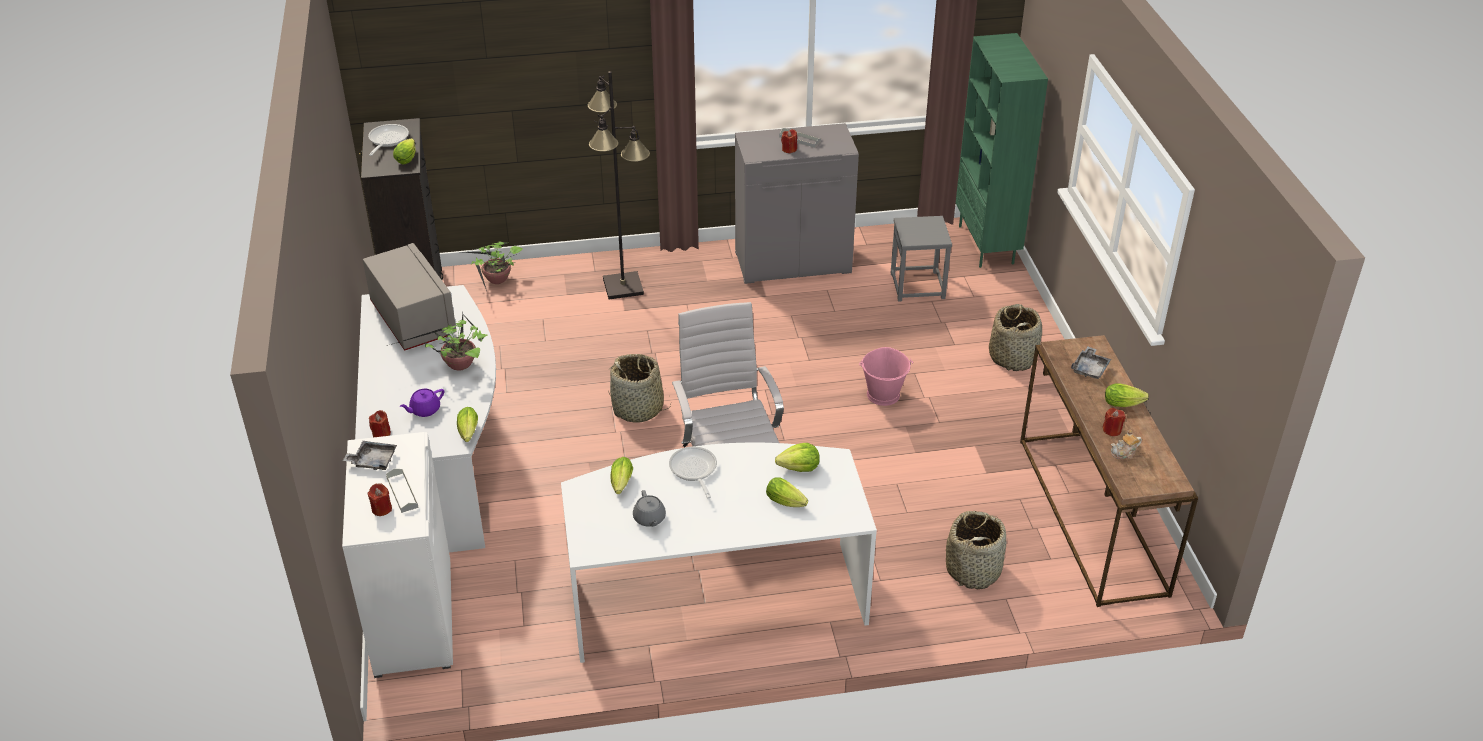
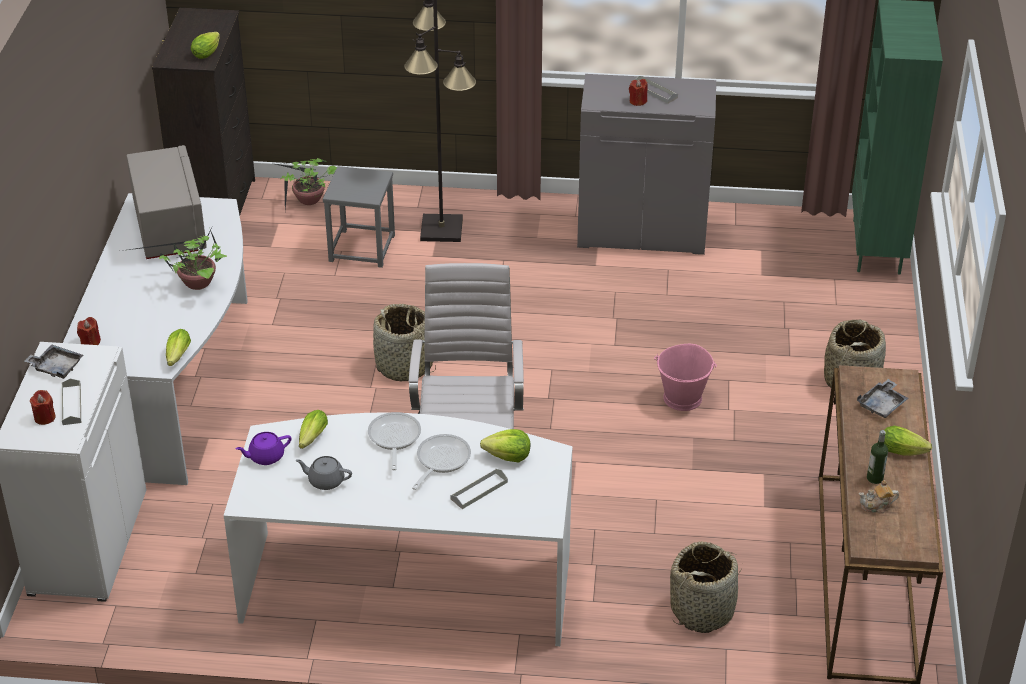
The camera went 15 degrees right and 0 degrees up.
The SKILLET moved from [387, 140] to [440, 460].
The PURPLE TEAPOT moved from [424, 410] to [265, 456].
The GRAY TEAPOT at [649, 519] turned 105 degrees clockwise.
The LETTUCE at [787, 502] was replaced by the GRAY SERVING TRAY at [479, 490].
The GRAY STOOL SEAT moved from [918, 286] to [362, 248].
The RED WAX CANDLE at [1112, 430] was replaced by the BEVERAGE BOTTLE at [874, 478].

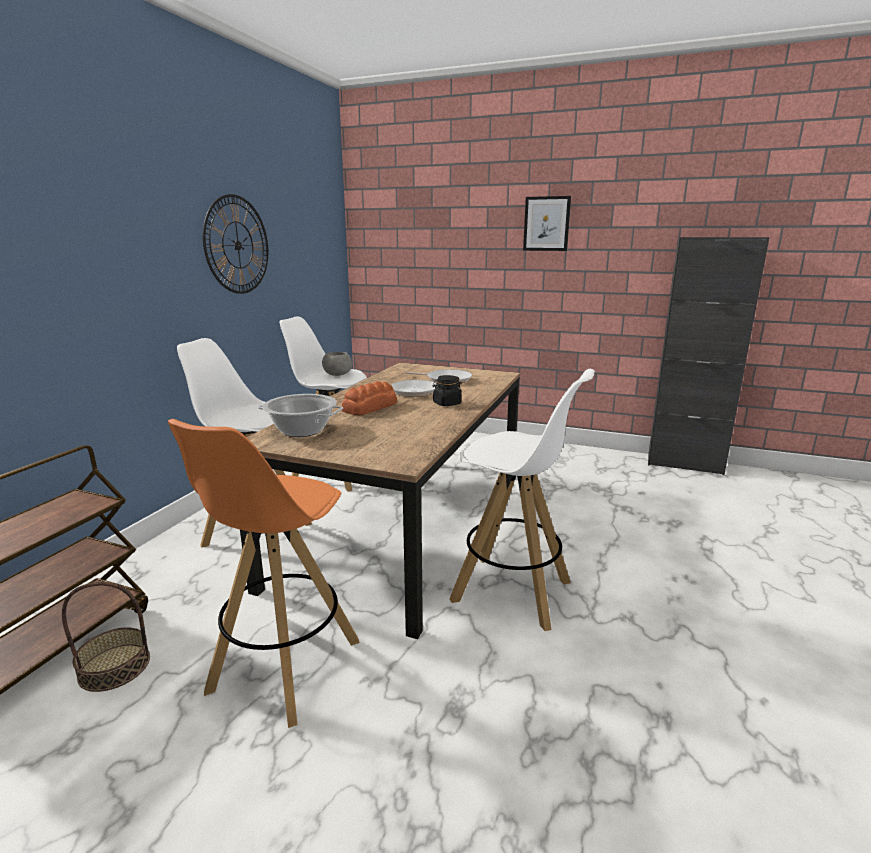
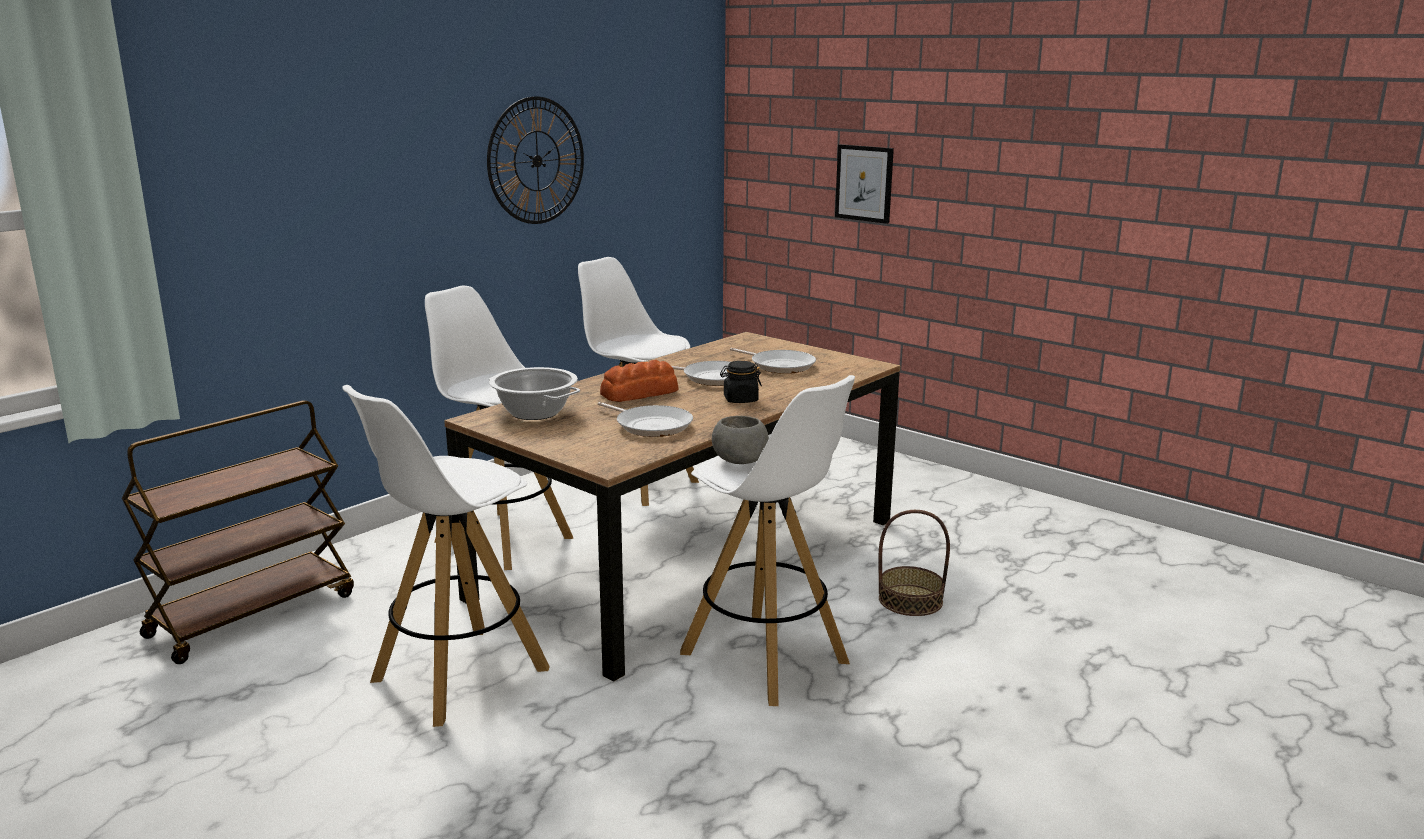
The camera went 20 degrees right and 0 degrees up.
The BASKET moved from [115, 667] to [910, 600].
The ORANGEY STOOL SEAT at [284, 666] became the WHITE-COLOURED STOOL SEAT at [458, 675].
The GRAY BOWL moved from [337, 375] to [739, 462].
The WALL ART moved from [546, 224] to [864, 183].
The BLACKISH CUPBOARD at [684, 464] disappeared.
The SKILLET at [651, 425] appeared.

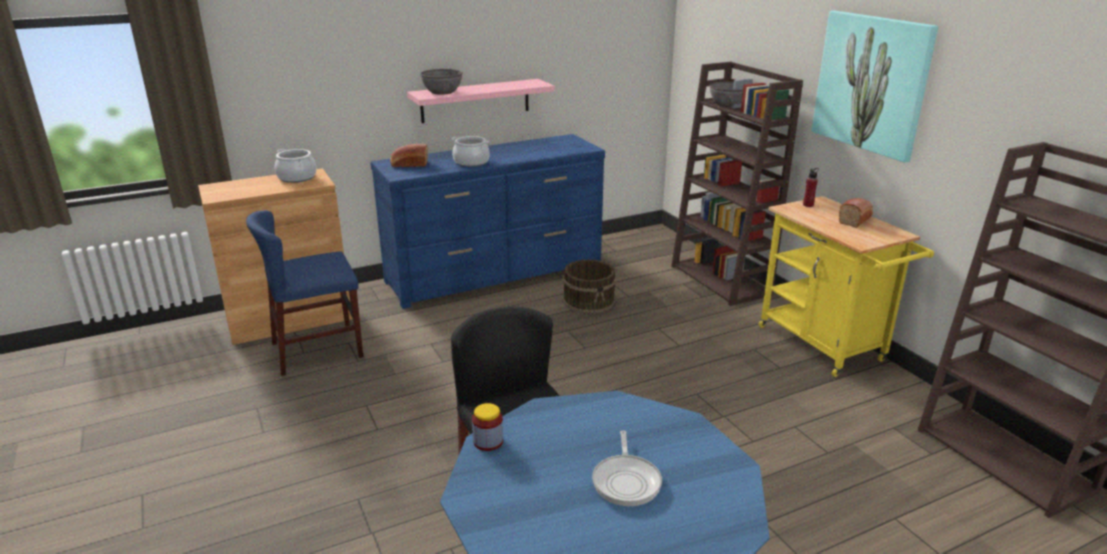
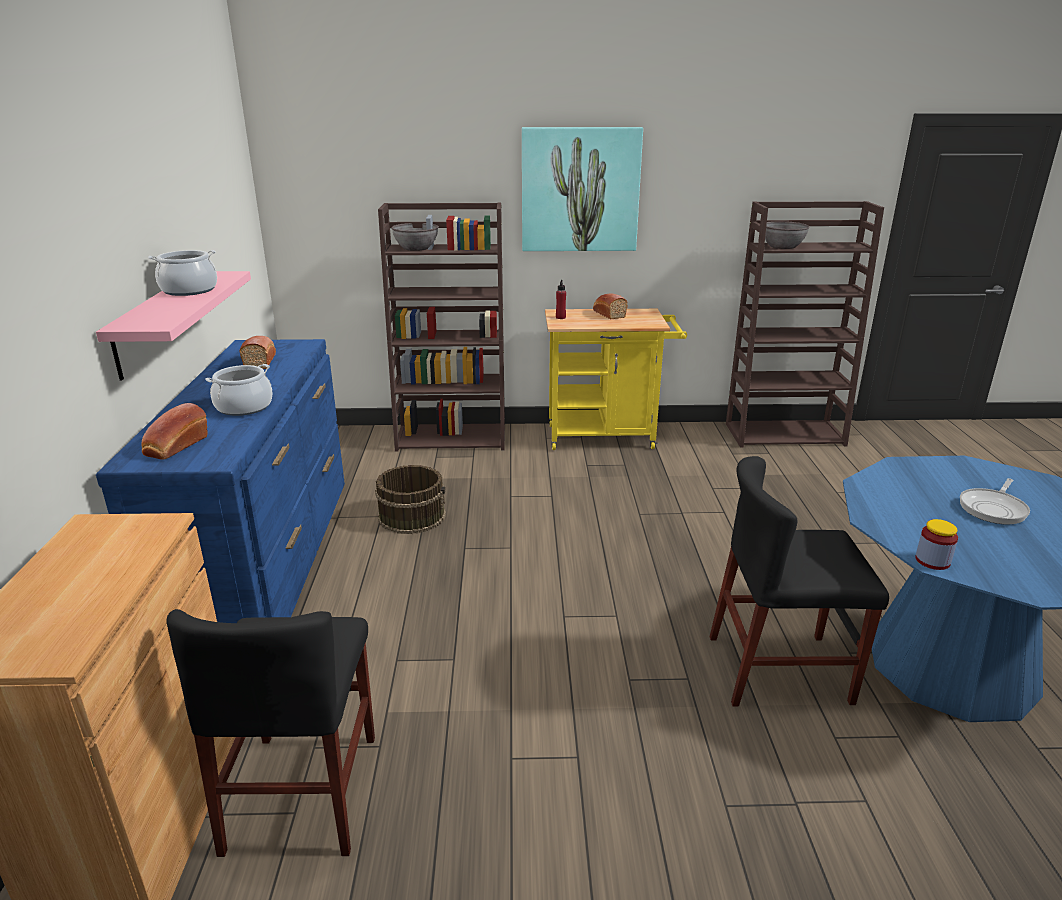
The camera went 65 degrees left and 0 degrees up.
The BLUISH PLAIN CHAIR at [317, 350] became the BLACKISH PLAIN CHAIR at [303, 792].
The SAUCEPOT moved from [297, 178] to [189, 290].
The GRAY BOWL moved from [442, 92] to [782, 246].
The SKILLET at [626, 481] turned 105 degrees clockwise.
The BAKED BREAD at [261, 361] appeared.

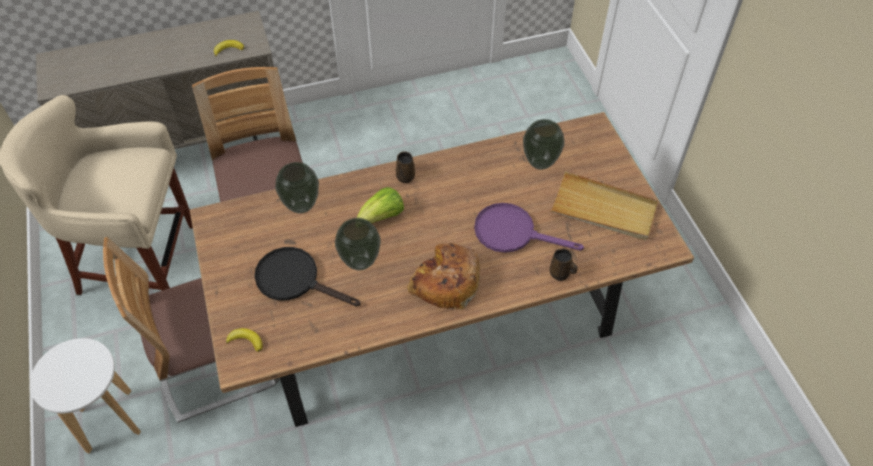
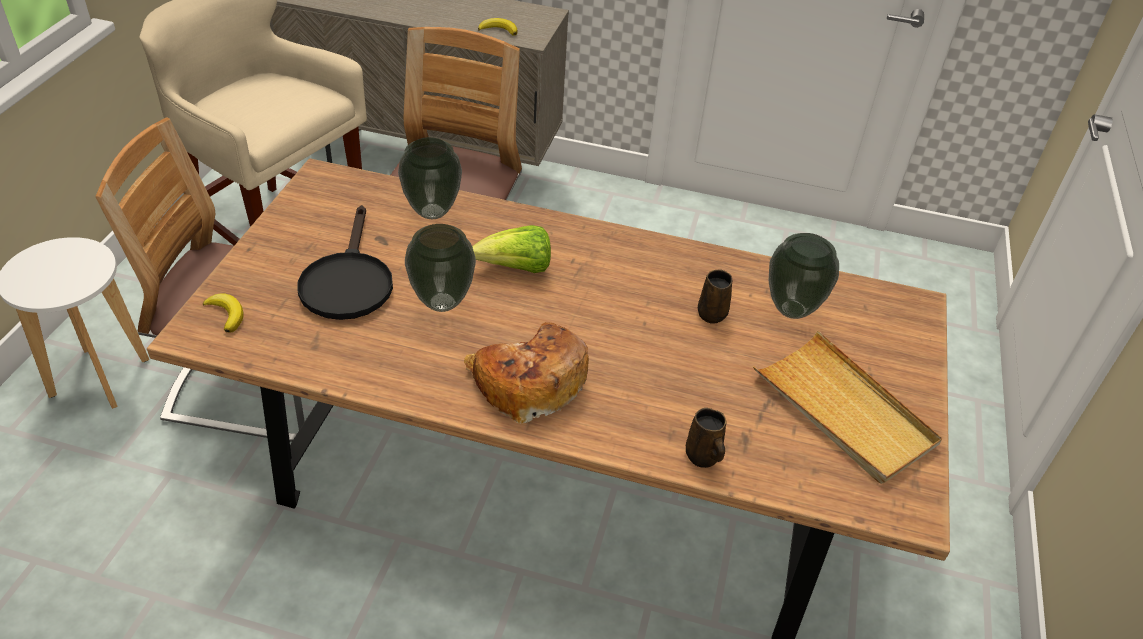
The camera went 30 degrees right and 10 degrees down.
The BLACKISH SKILLET at [295, 279] turned 150 degrees counterclockwise.
The BROWNISH MUG moved from [405, 176] to [712, 313].
The PURPLE SKILLET at [513, 232] disappeared.

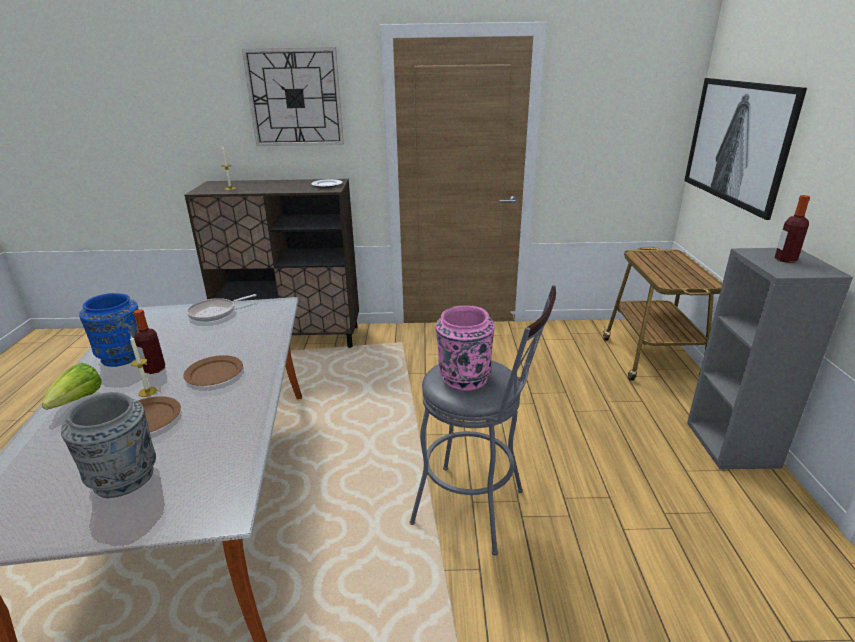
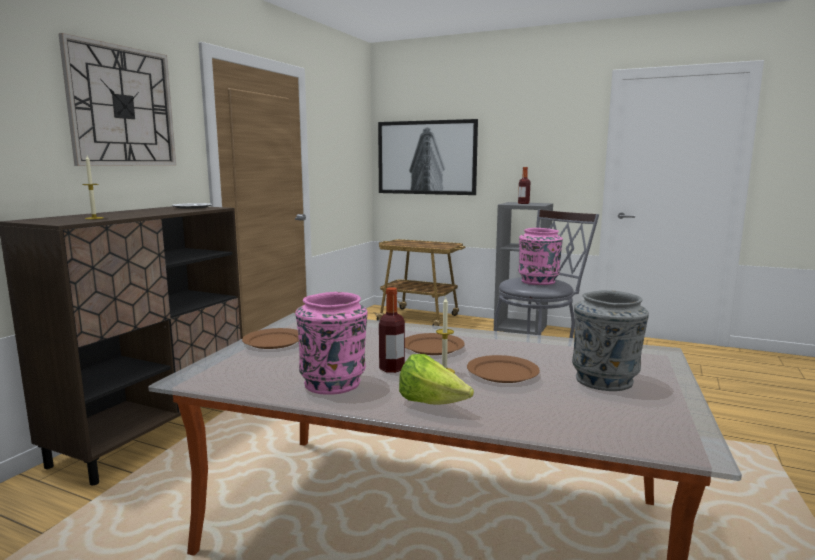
The camera went 65 degrees left and 15 degrees down.
The BLUISH DECORATIVE VASE at [123, 357] became the PINK-COLOURED DECORATIVE VASE at [333, 383].
The SKILLET at [215, 313] was replaced by the BROWNISH FLAT DISH at [274, 341].

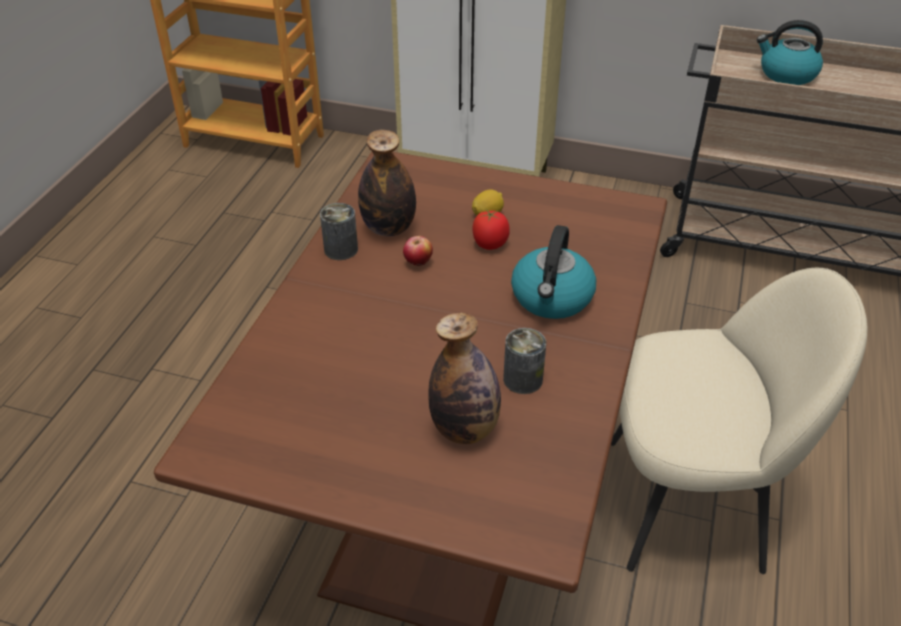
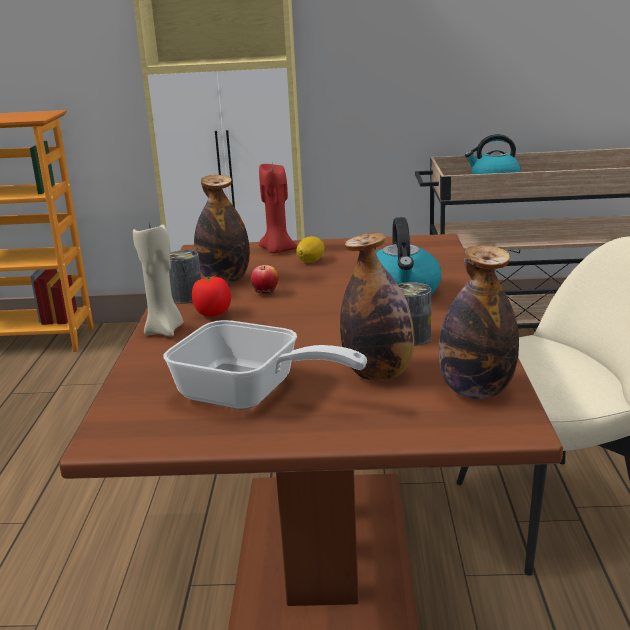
The camera went 15 degrees left and 20 degrees down.
The WHOLE TOMATO moved from [490, 244] to [213, 314].
The BEIGE WAX CANDLE at [165, 330] appeared.
The SKILLET at [250, 395] appeared.
The RED WAX CANDLE at [277, 250] appeared.
The BEVERAGE BOTTLE at [476, 391] appeared.

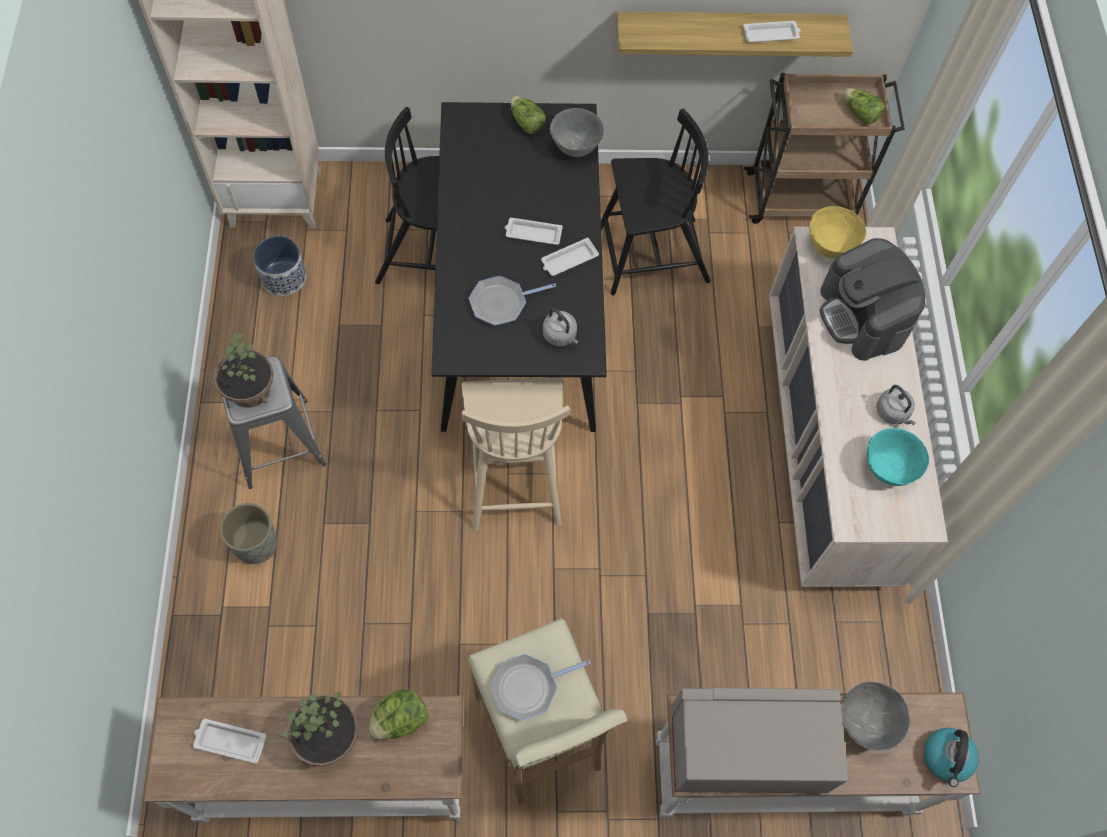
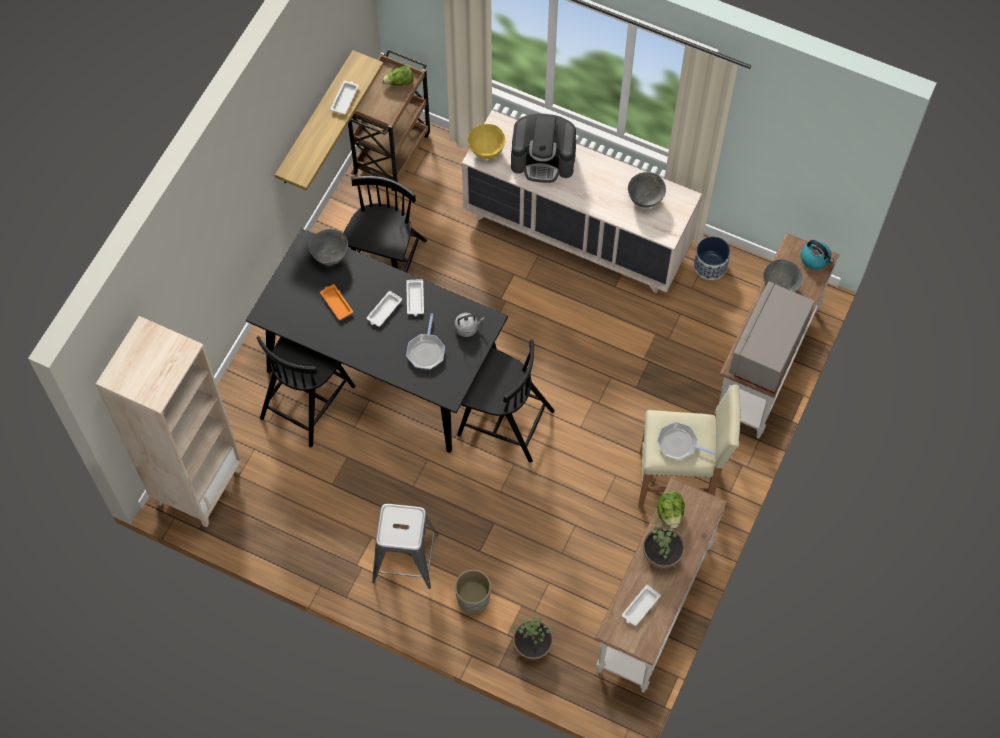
The camera went 60 degrees left and 0 degrees up.
The HOUSEPLANT moved from [249, 390] to [532, 646].
The FLOWER POT moved from [283, 277] to [710, 265].
The BEIGE PLAIN CHAIR at [514, 473] became the BLACKISH PLAIN CHAIR at [504, 421].
The SKILLET at [528, 687] turned 105 degrees clockwise.
The LETTUCE at [526, 122] disappeared.
The TURQUOISE BOWL at [887, 468] became the GRAY BOWL at [645, 199].
The GRAY KETTLE at [893, 413] disappeared.
The ORANGEY SERVING TRAY at [336, 303] appeared.

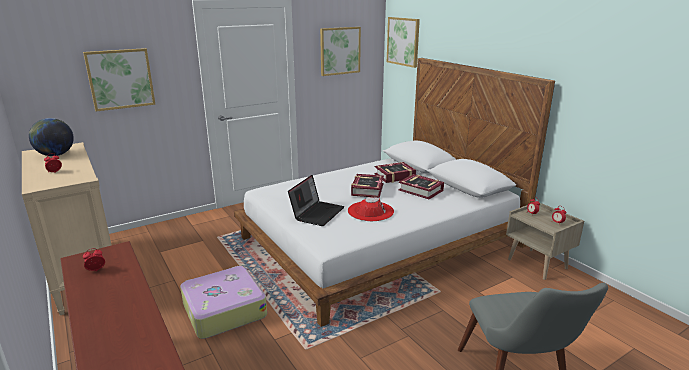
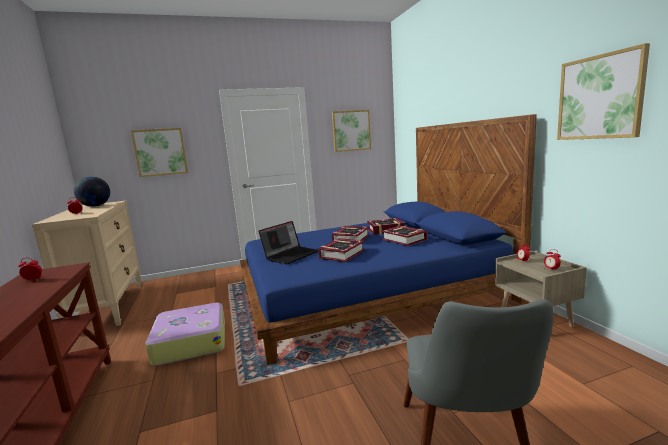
The camera went 15 degrees right and 10 degrees down.
The WHITE-COLOURED BED at [379, 242] became the BLUISH BED at [368, 293].
The RED HAT at [370, 211] was replaced by the BOUND BOOK at [342, 254].
The WALL ART moved from [403, 41] to [599, 97].

